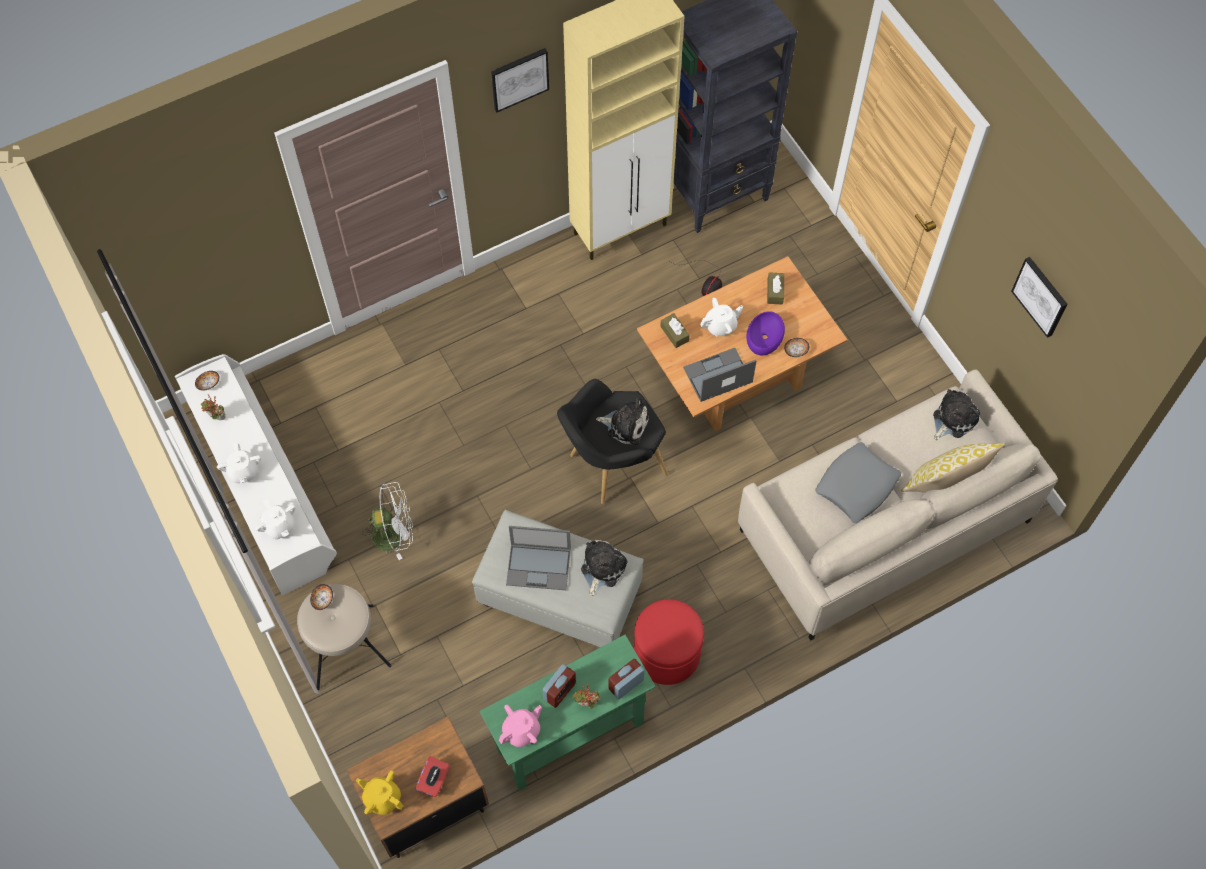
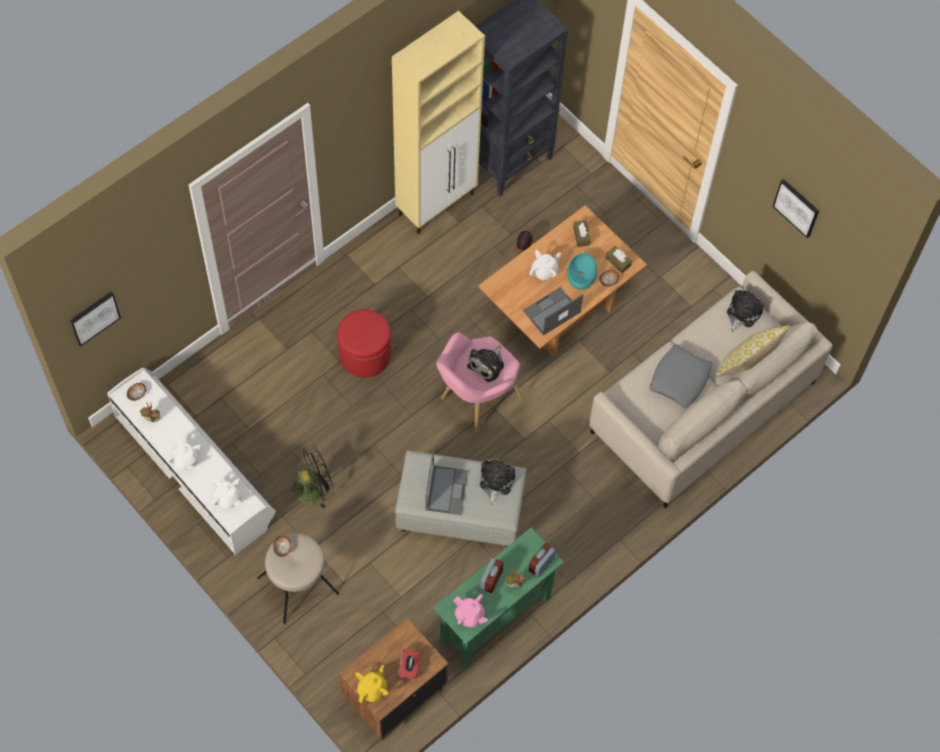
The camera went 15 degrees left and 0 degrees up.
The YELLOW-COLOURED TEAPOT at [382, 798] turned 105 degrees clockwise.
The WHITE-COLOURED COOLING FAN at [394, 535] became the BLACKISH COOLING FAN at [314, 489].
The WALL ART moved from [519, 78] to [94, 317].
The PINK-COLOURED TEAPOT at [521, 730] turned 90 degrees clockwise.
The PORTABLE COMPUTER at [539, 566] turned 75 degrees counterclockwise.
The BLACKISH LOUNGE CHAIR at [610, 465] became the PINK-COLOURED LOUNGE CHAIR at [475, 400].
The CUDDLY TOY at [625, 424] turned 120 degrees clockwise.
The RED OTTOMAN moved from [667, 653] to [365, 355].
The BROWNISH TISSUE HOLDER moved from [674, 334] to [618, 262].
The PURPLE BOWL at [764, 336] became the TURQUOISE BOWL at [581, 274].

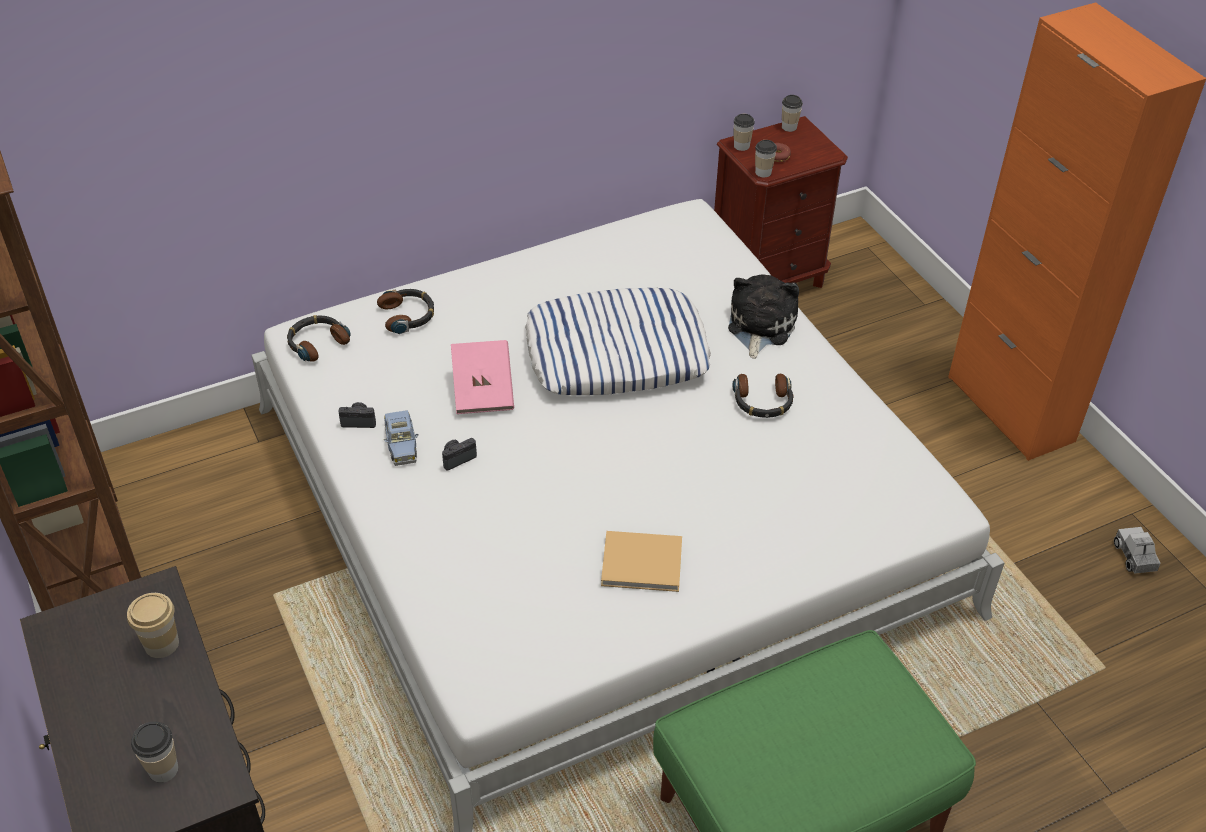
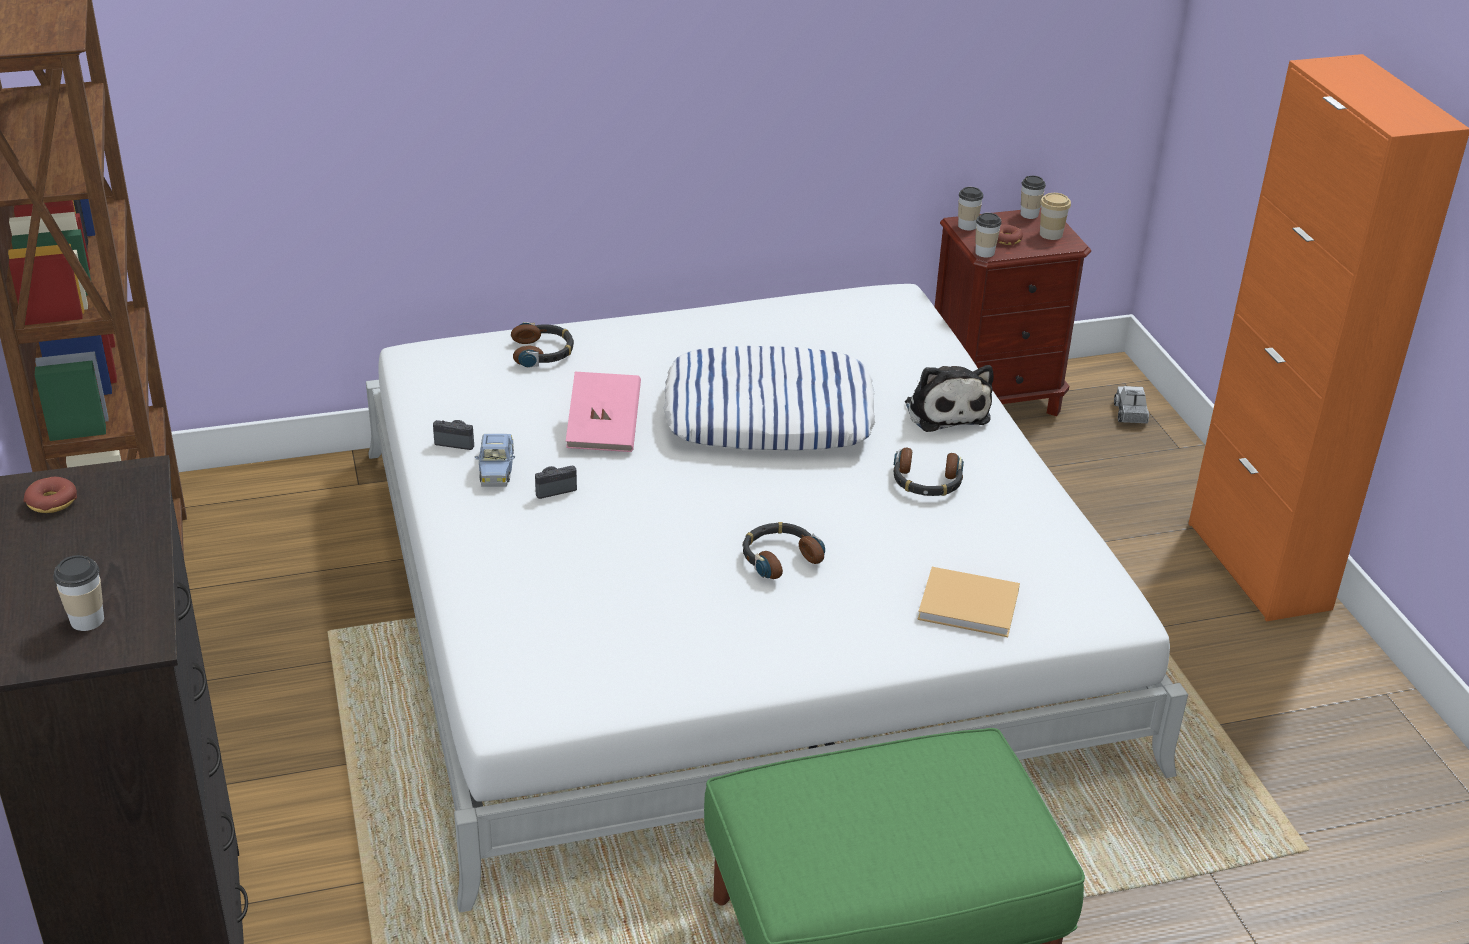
The camera went 10 degrees right and 10 degrees down.
The SMALL CUP moved from [161, 644] to [1051, 234].
The HEADSET moved from [317, 342] to [779, 557].
The BEIGE BOUND BOOK moved from [644, 564] to [971, 606].
The CUDDLY TOY at [759, 326] turned 135 degrees clockwise.
The TOY LORRY moved from [1134, 557] to [1130, 414].
The RING DOUGHNUT at [52, 502] appeared.

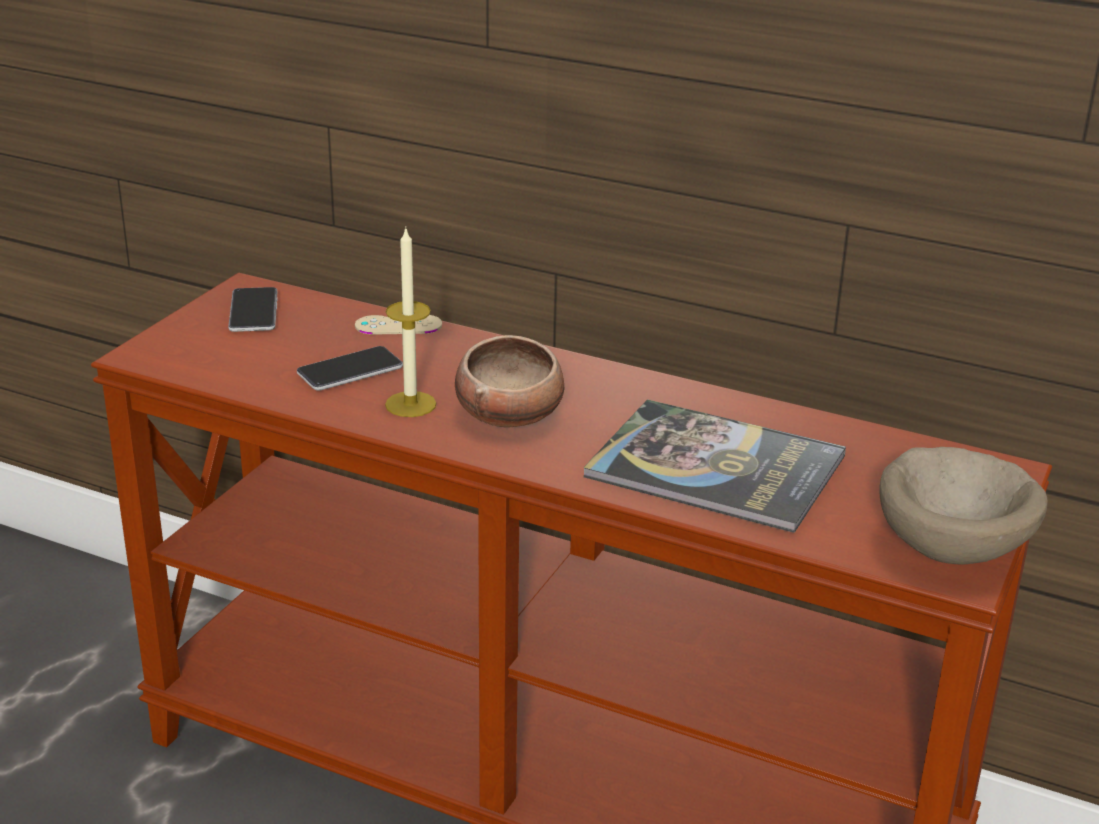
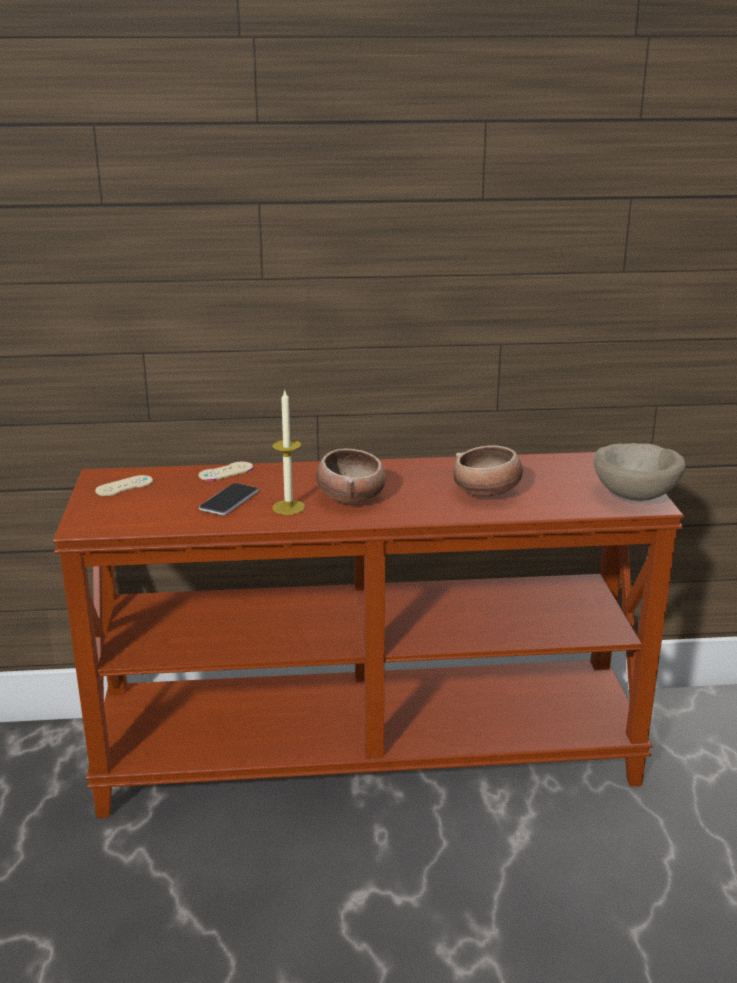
The camera went 30 degrees left and 5 degrees down.
The TELEPHONE at [253, 311] was replaced by the BEIGE GAME CONTROLLER at [124, 486].
The BOUND BOOK at [715, 468] was replaced by the BOWL at [487, 493].

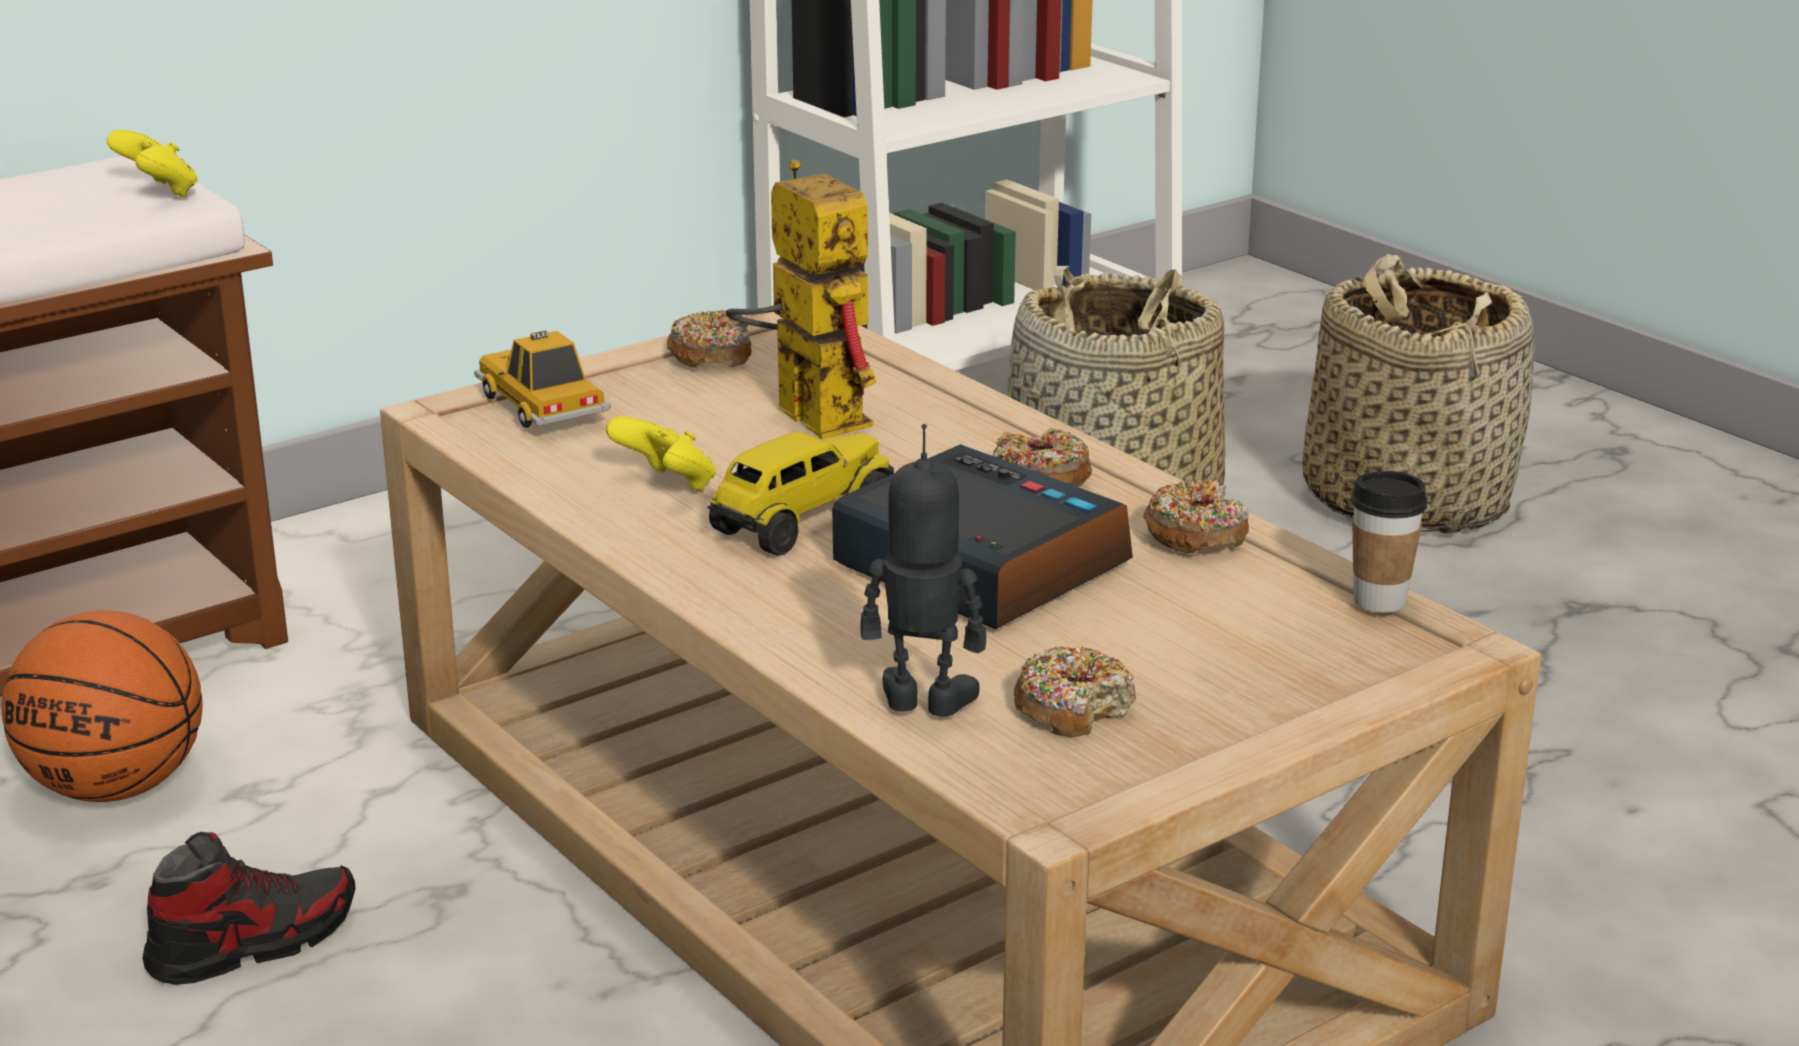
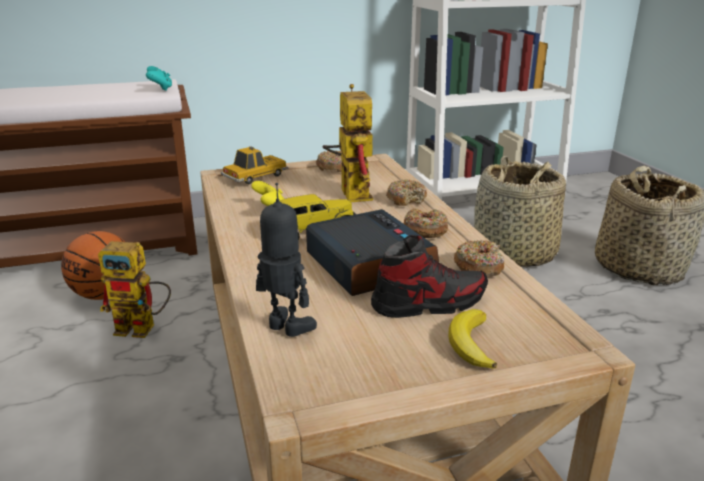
The camera went 20 degrees right and 0 degrees up.
The YELLOW-COLOURED GAME CONTROLLER at [159, 193] became the TURQUOISE GAME CONTROLLER at [160, 89].
The ITEM OF FOOTWEAR moved from [253, 943] to [428, 303].
The MINIATURE CAR at [542, 405] turned 60 degrees clockwise.
The RING DOUGHNUT moved from [1073, 709] to [406, 199].
The SMALL CUP at [1379, 601] disappeared.
The MODEL ROBOT at [144, 328] appeared.
The BANANA at [470, 343] appeared.

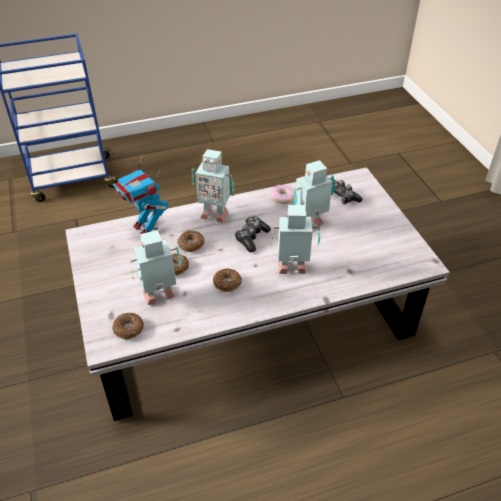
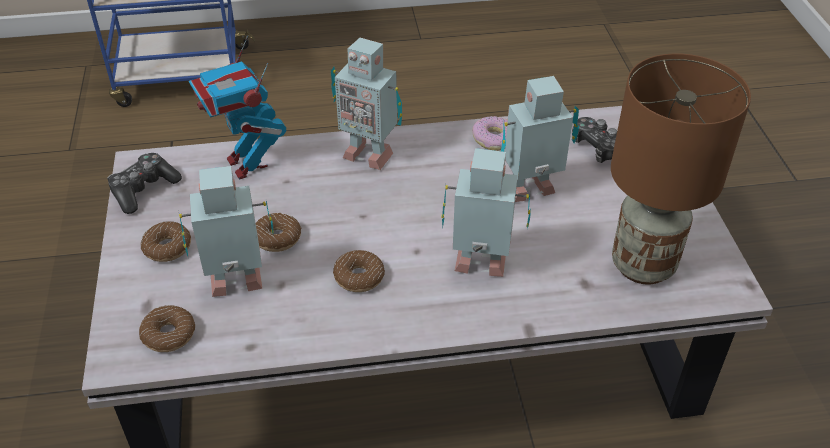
The camera went 10 degrees right and 0 degrees up.
The RING DOUGHNUT moved from [191, 244] to [167, 247].
The GAME CONTROLLER moved from [251, 238] to [143, 190].
The BROWNISH TABLETOP LAMP at [644, 264] appeared.

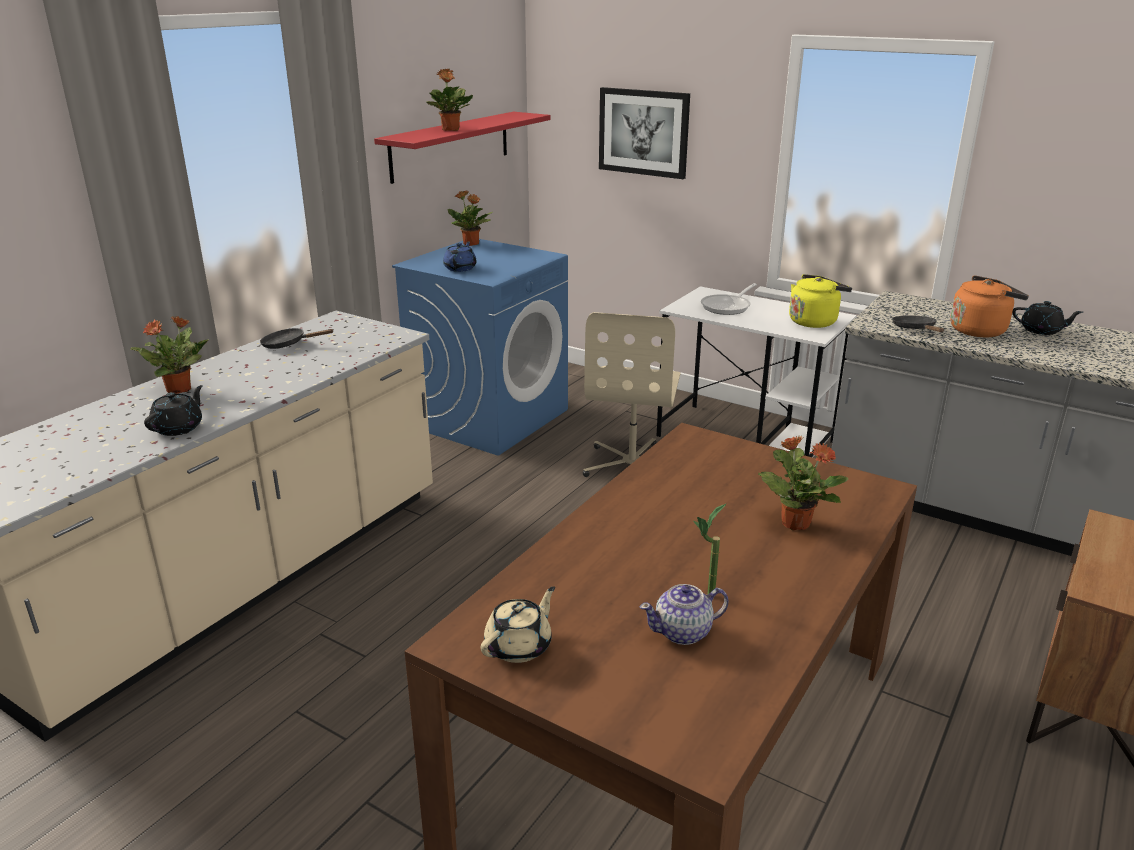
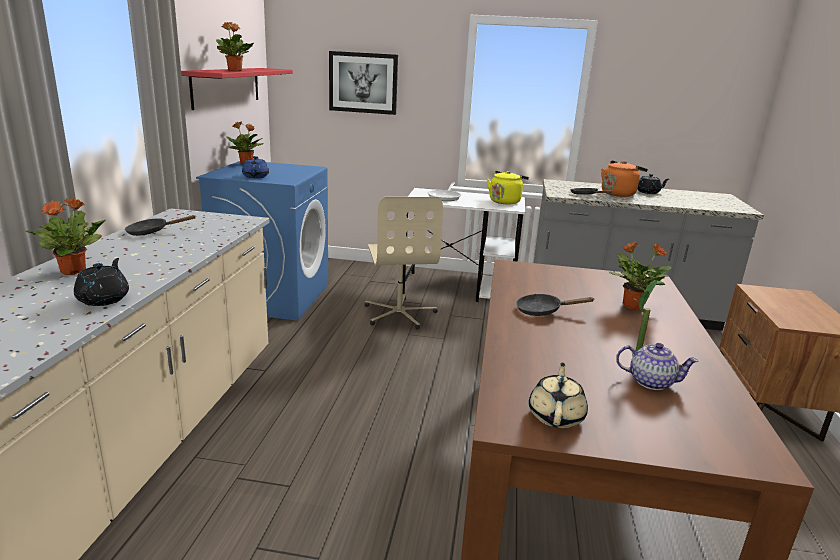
The camera went 25 degrees left and 5 degrees down.
The TEAPOT at [683, 632] turned 120 degrees counterclockwise.
The BLACKISH SKILLET at [543, 311] appeared.

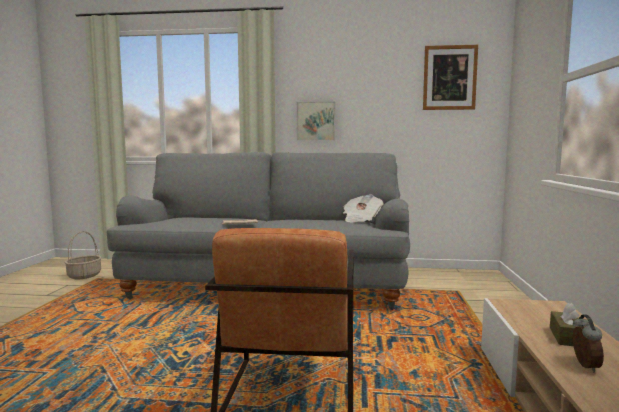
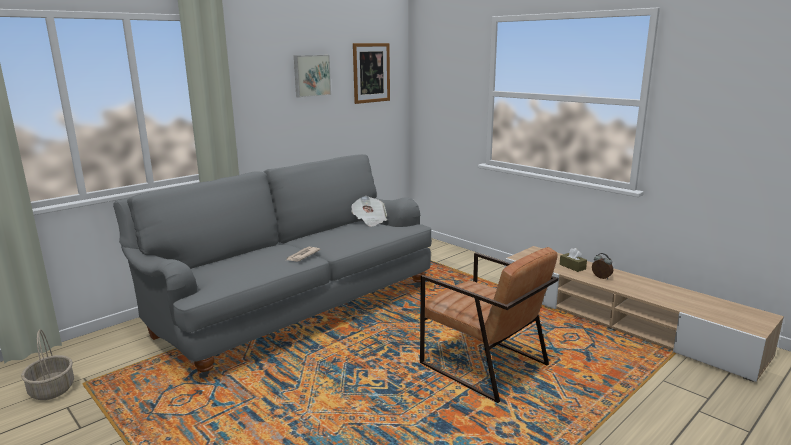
The camera went 50 degrees left and 10 degrees up.
The WALL ART moved from [316, 121] to [311, 75].

